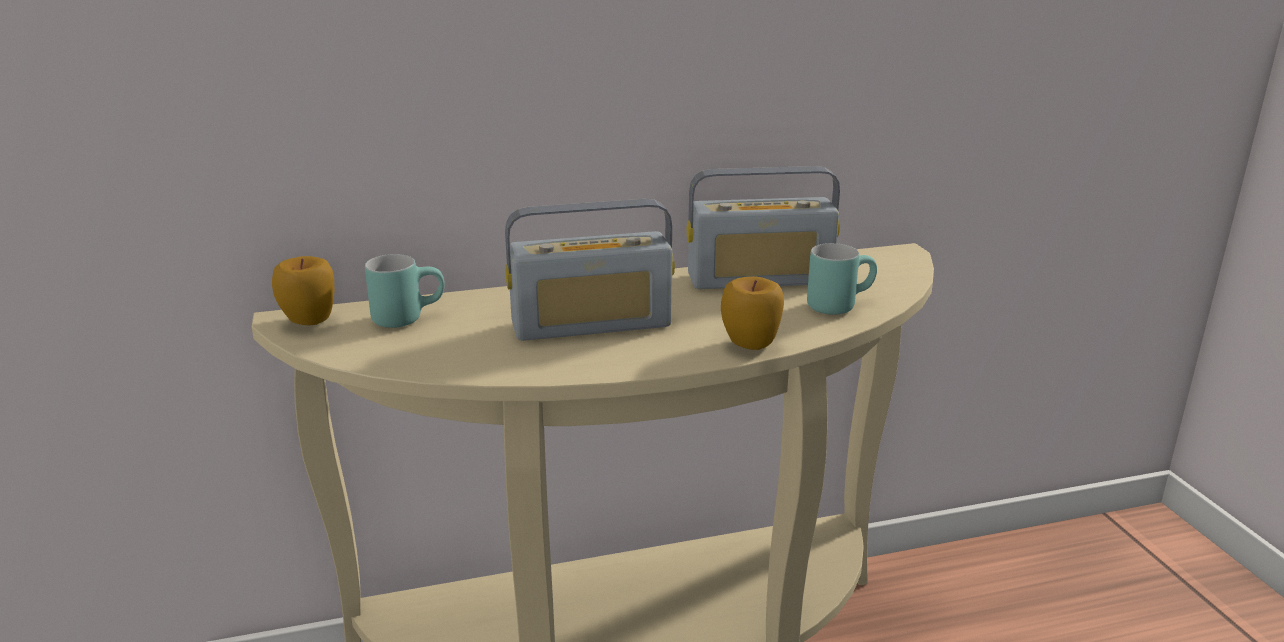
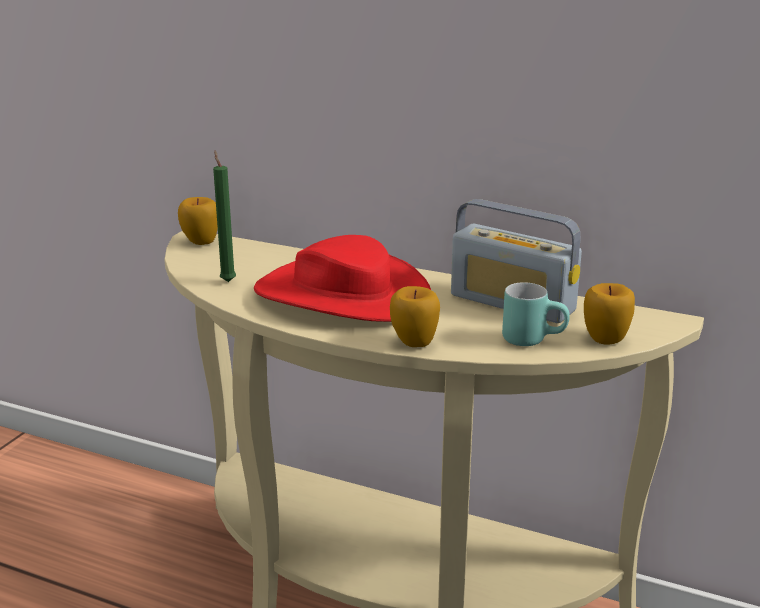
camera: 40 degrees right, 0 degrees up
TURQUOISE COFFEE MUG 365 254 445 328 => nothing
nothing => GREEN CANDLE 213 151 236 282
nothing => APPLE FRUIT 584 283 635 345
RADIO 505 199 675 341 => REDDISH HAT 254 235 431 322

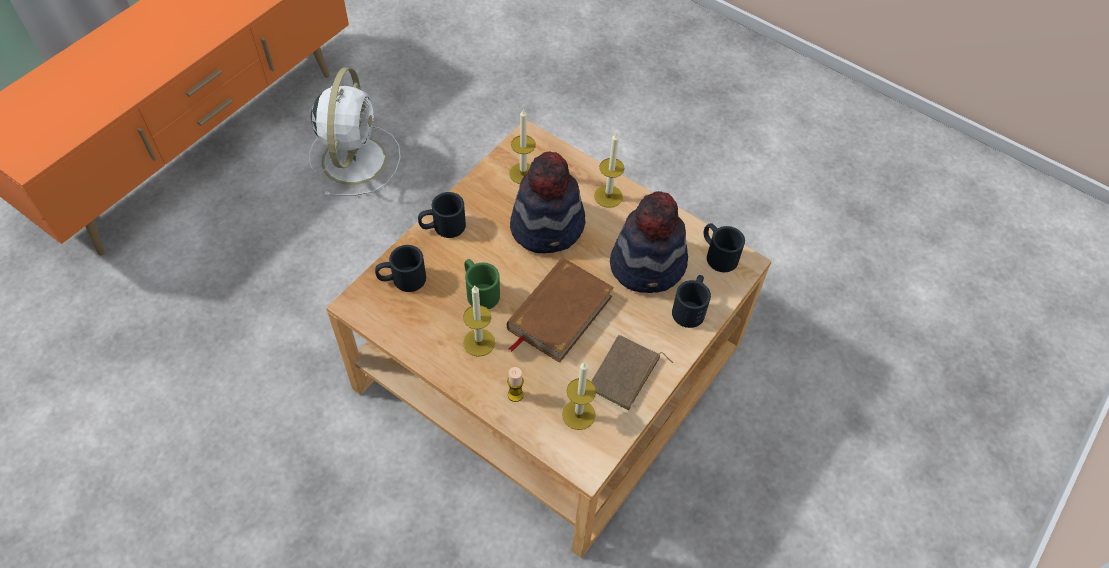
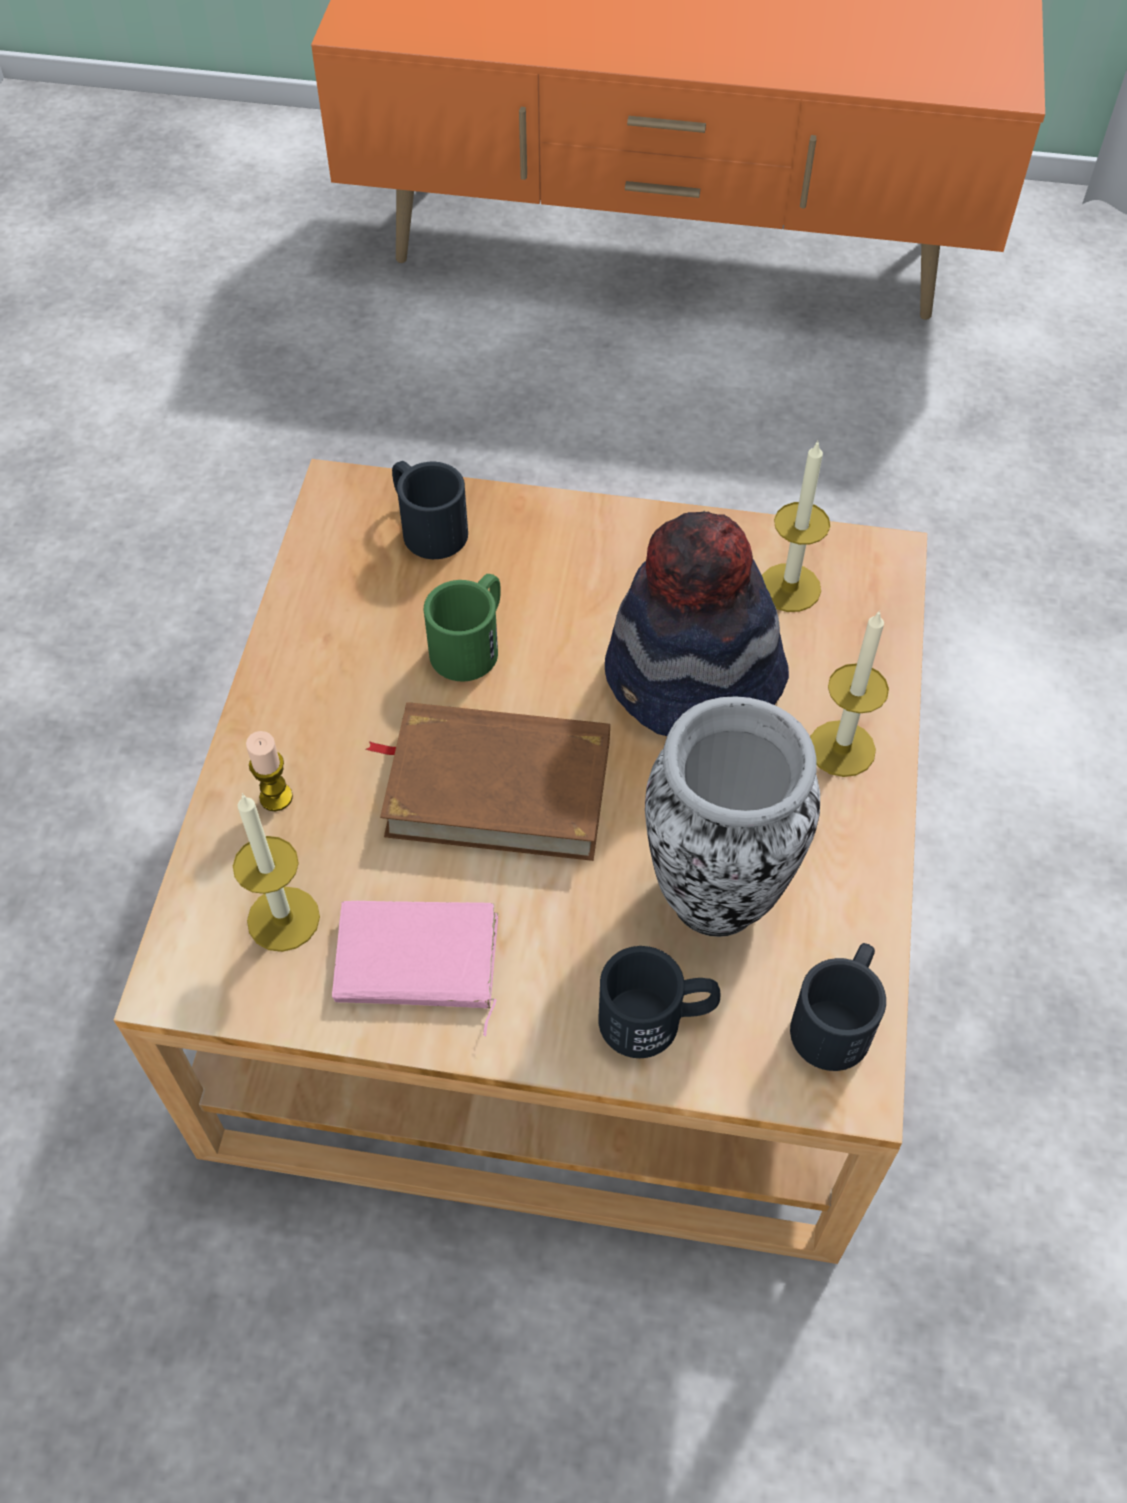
camera: 65 degrees right, 0 degrees up
WHITISH FAN 309 67 401 196 => nothing
BLACKISH COFFEE MUG 418 192 466 238 => nothing
CANDLE 463 286 495 357 => nothing
HAT 610 191 688 293 => VASE 645 696 820 937
BROWNISH BOUND BOOK 591 335 674 410 => PINKISH BOUND BOOK 332 901 498 1036

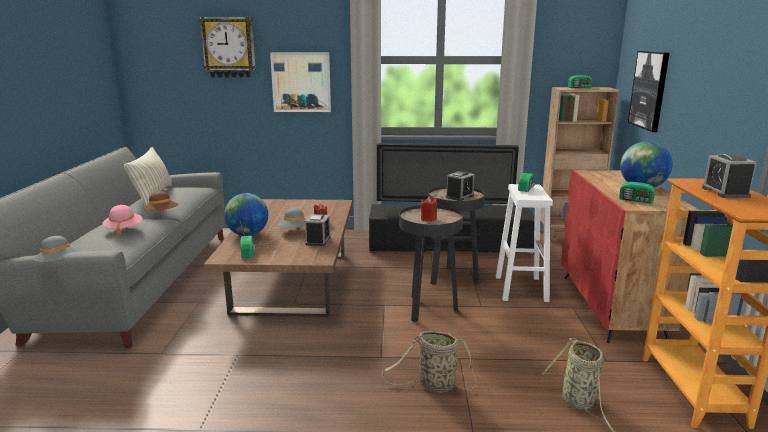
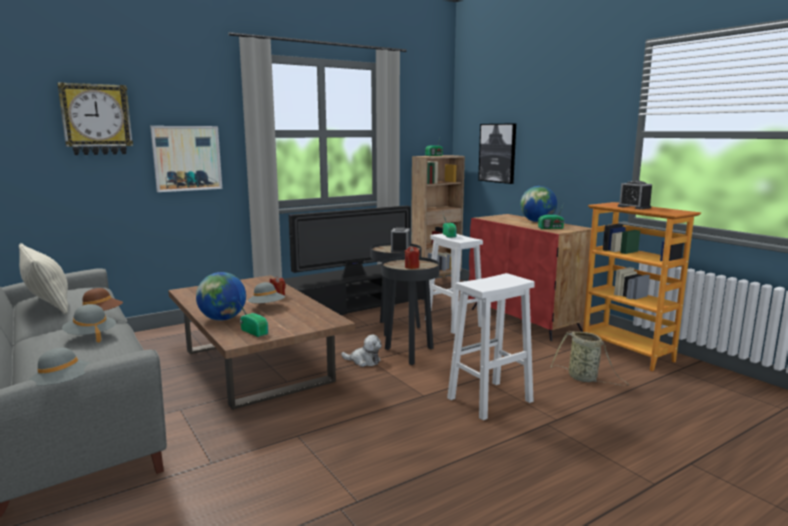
camera: 35 degrees left, 5 degrees down
TABLE CLOCK 305 214 331 246 => nothing
nothing => CUDDLY TOY 341 335 382 367
HOUSEHOLD BASKET 382 331 476 393 => WHITISH SITTING STOOL 447 273 535 420
PINKISH HAT 102 205 142 236 => GRAY HAT 62 304 116 342

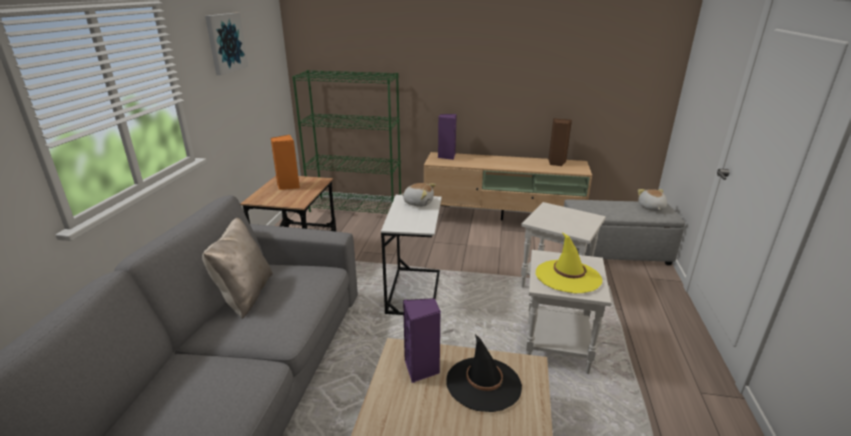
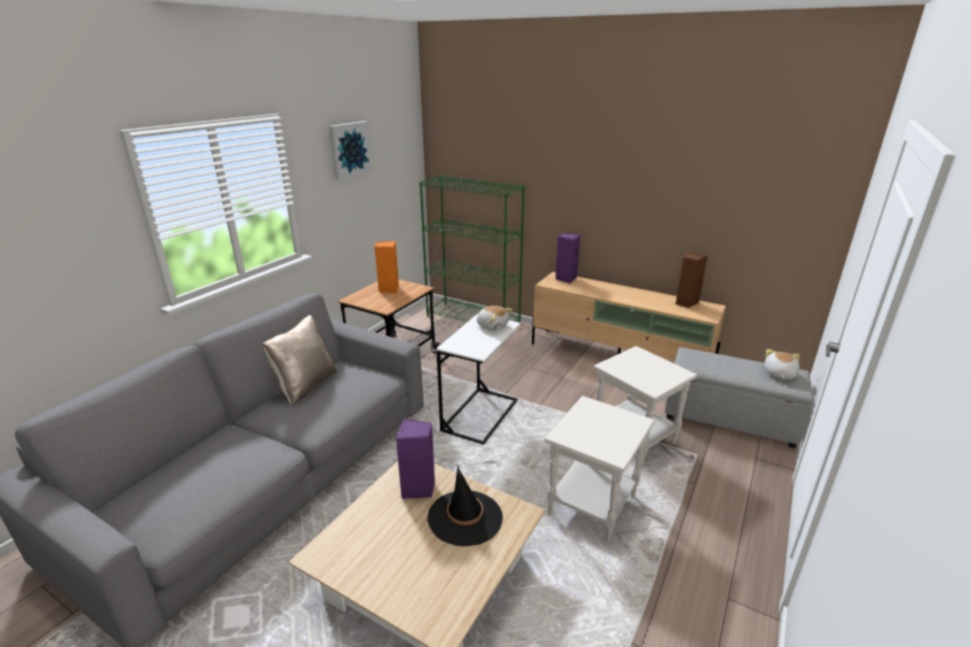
camera: 20 degrees right, 0 degrees up
YELLOW HAT 536 233 602 293 => nothing

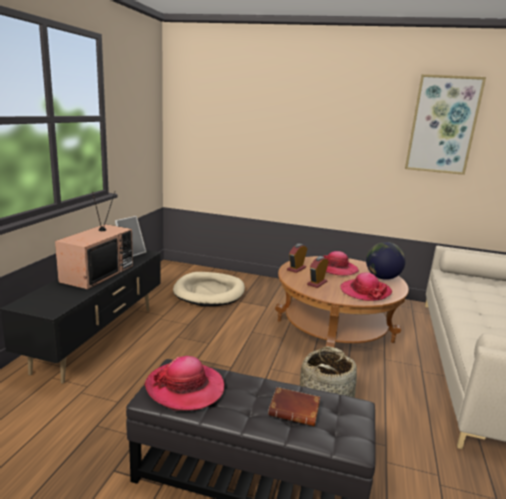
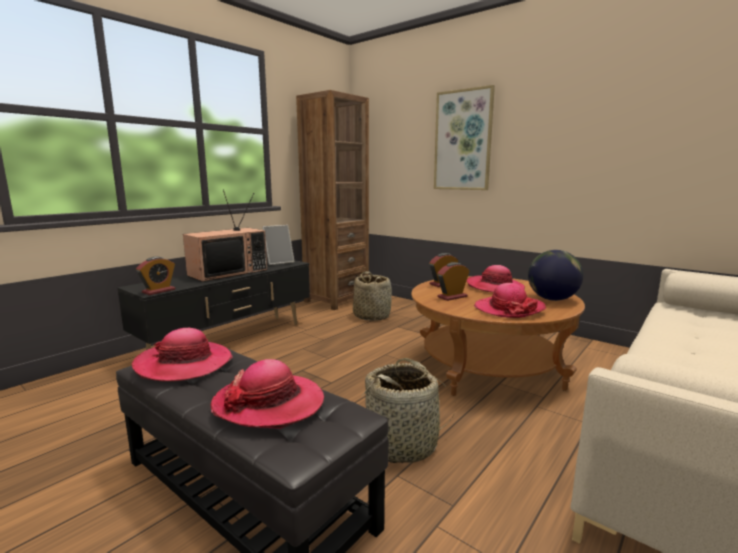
camera: 25 degrees right, 5 degrees down
nothing => TABLE CLOCK 136 257 175 295
nothing => BROWNISH BOOKCASE 296 90 369 310
WALL ART 405 74 486 175 => WALL ART 434 85 495 190, shifted
SAND-COLOURED DOG BED 173 272 245 307 => HOUSEHOLD BASKET 353 271 392 321
BROWNISH BOUND BOOK 268 387 320 426 => HAT 211 359 324 429

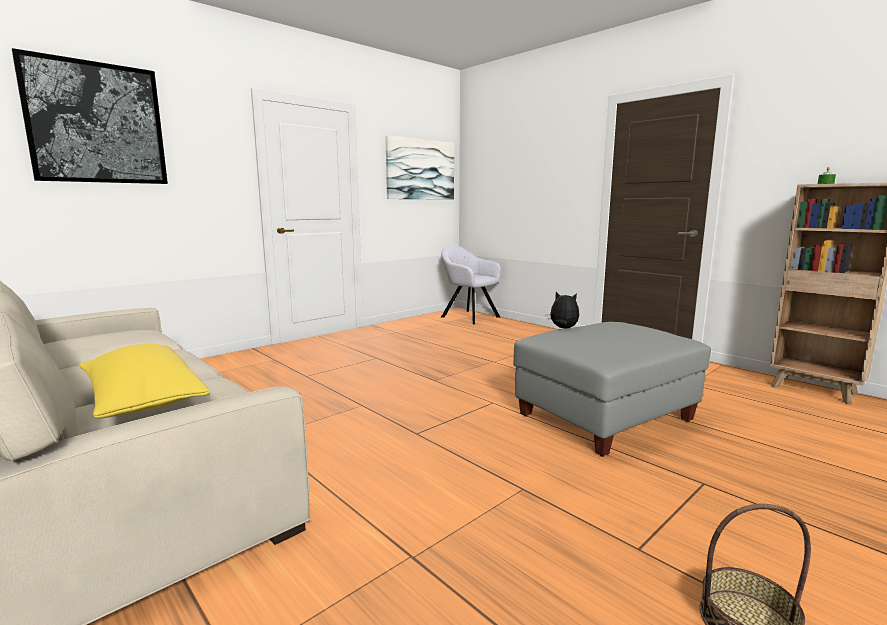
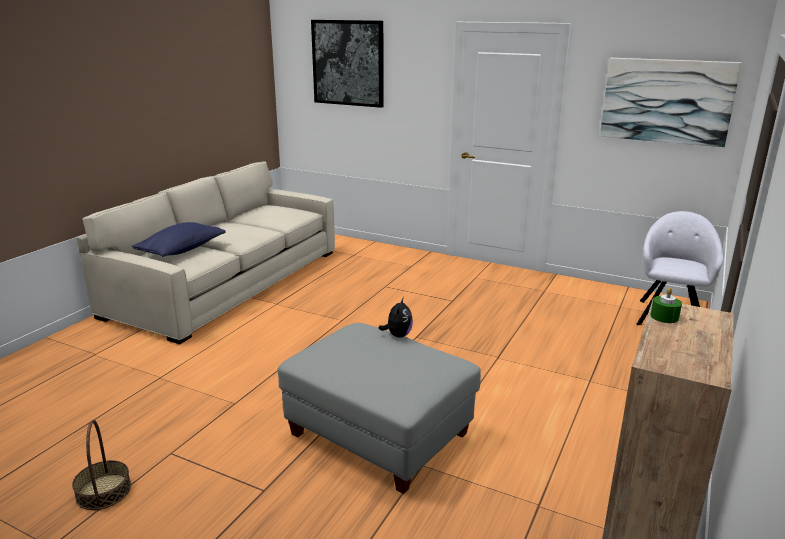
camera: 70 degrees right, 10 degrees up
YELLOW PILLOW 80 343 210 418 => BLUE-COLOURED PILLOW 132 222 226 257

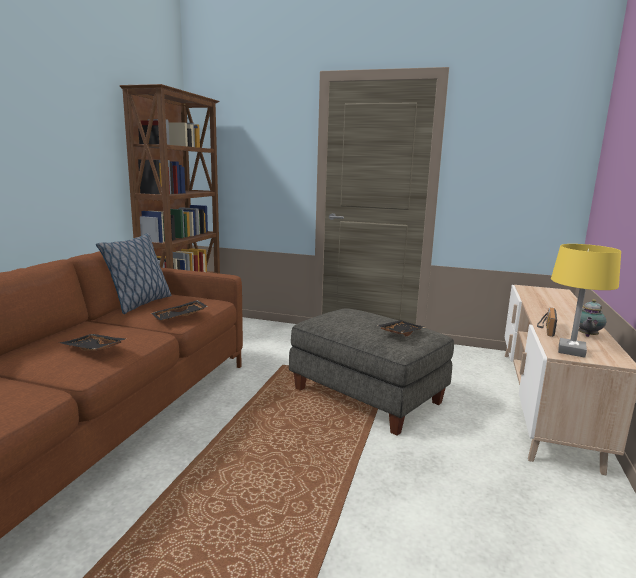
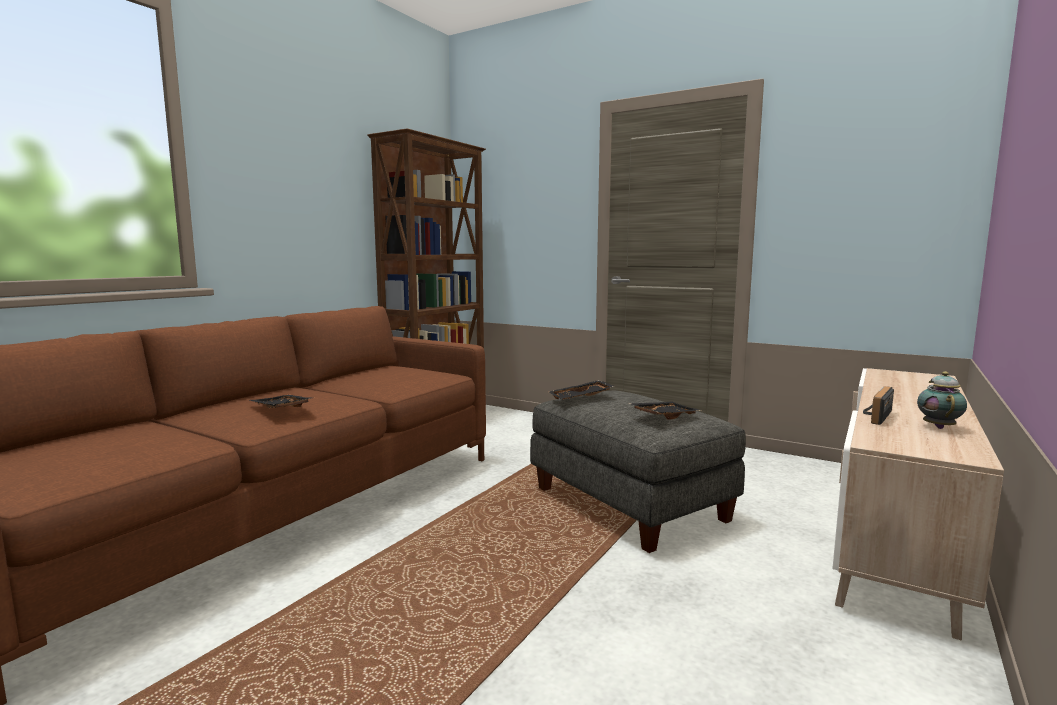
camera: 15 degrees right, 5 degrees down
PILLOW 96 233 171 314 => nothing
YELLOW TABLE LAMP 551 244 621 358 => nothing
BLACKISH CARRYING TRAY 151 300 208 321 => BLACKISH CARRYING TRAY 549 380 614 400, shifted
POT FOR TEA 578 299 606 337 => POT FOR TEA 917 371 967 429, 150 degrees clockwise

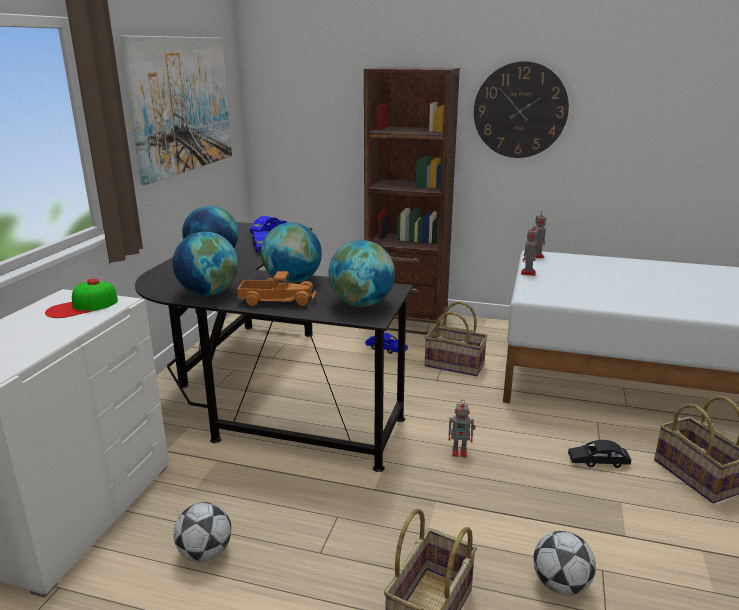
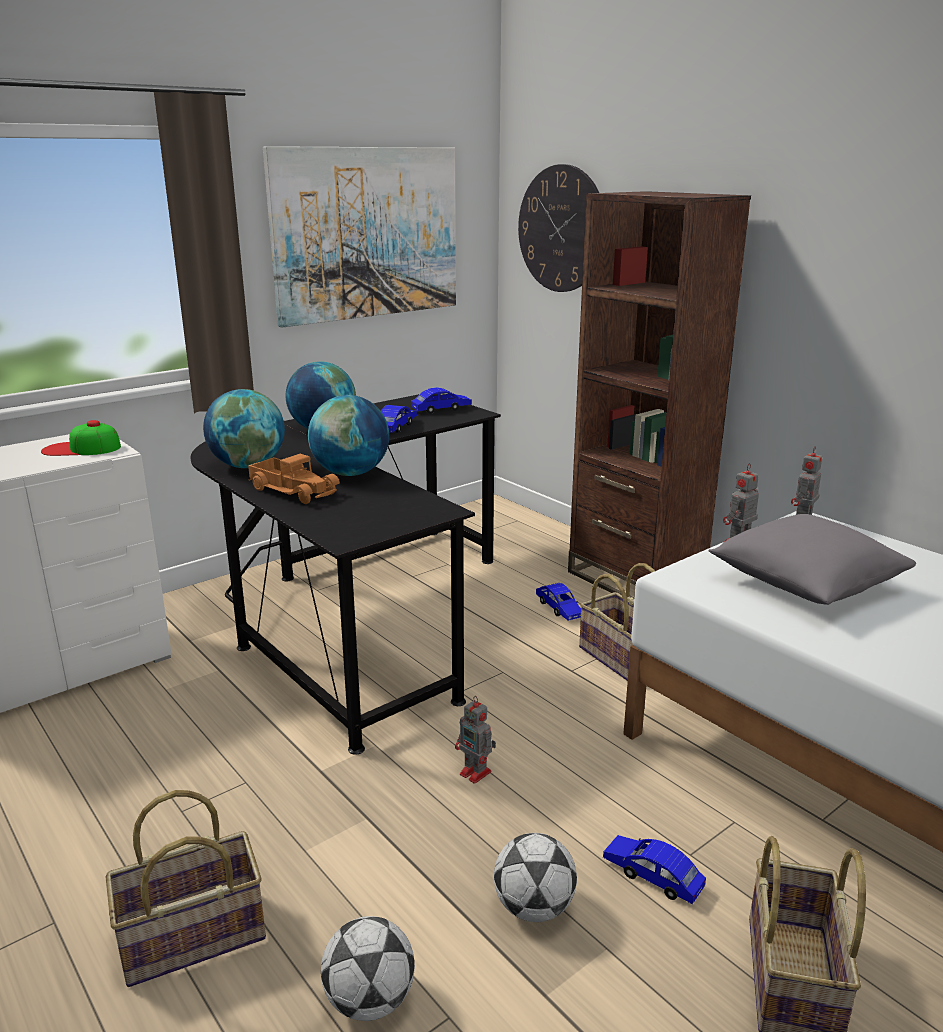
camera: 35 degrees right, 0 degrees up
WORLD GLOBE 328 240 395 307 => nothing
nothing => GRAY PILLOW 709 514 916 605
FOOTBALL 174 502 232 562 => FOOTBALL 494 833 577 922, shifted
CLOCK ON THE WALL 474 61 569 158 => CLOCK ON THE WALL 518 164 599 292, shifted
BLACKISH MODEL CAR 568 440 631 468 => BLUE-COLOURED MODEL CAR 603 835 706 904

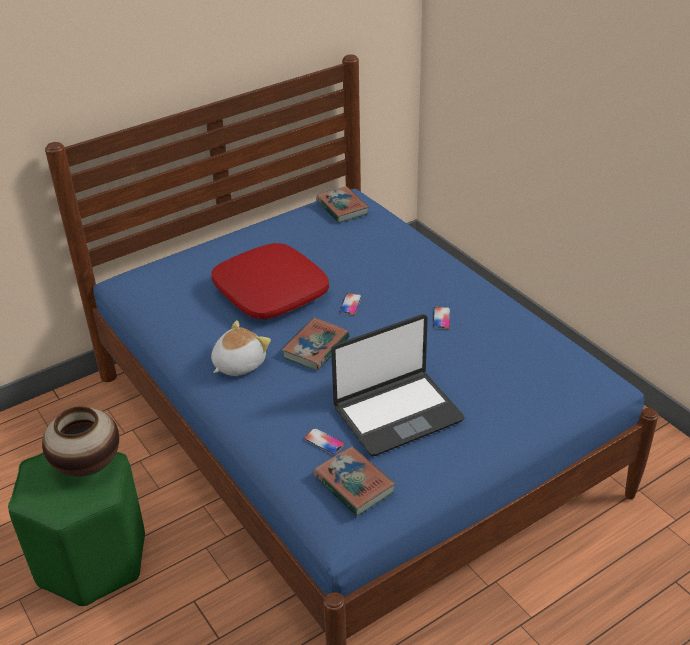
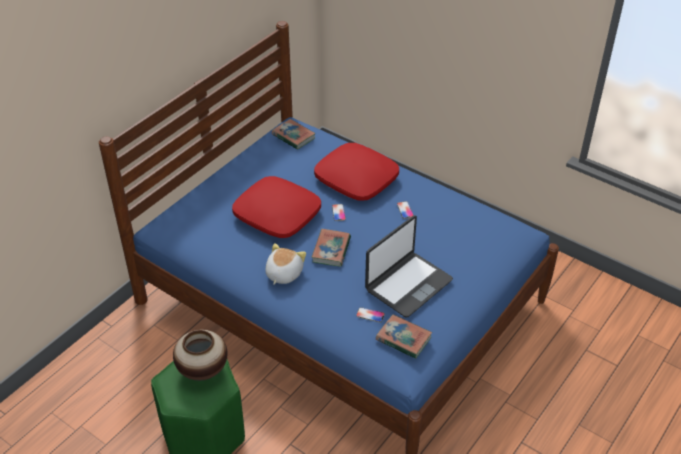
camera: 20 degrees left, 5 degrees up
nothing => REDDISH PILLOW 314 143 399 201

